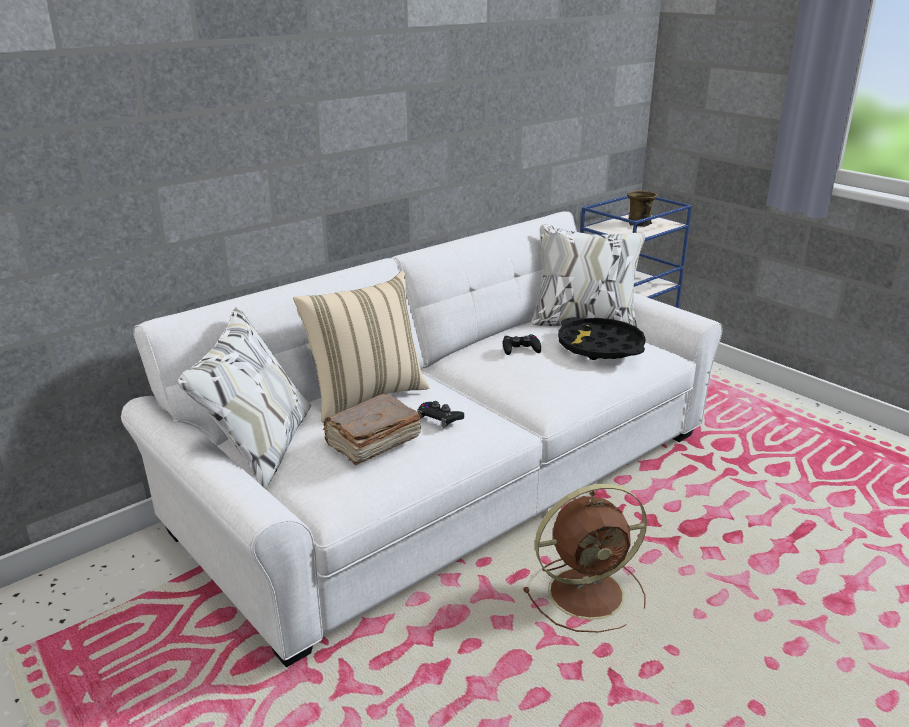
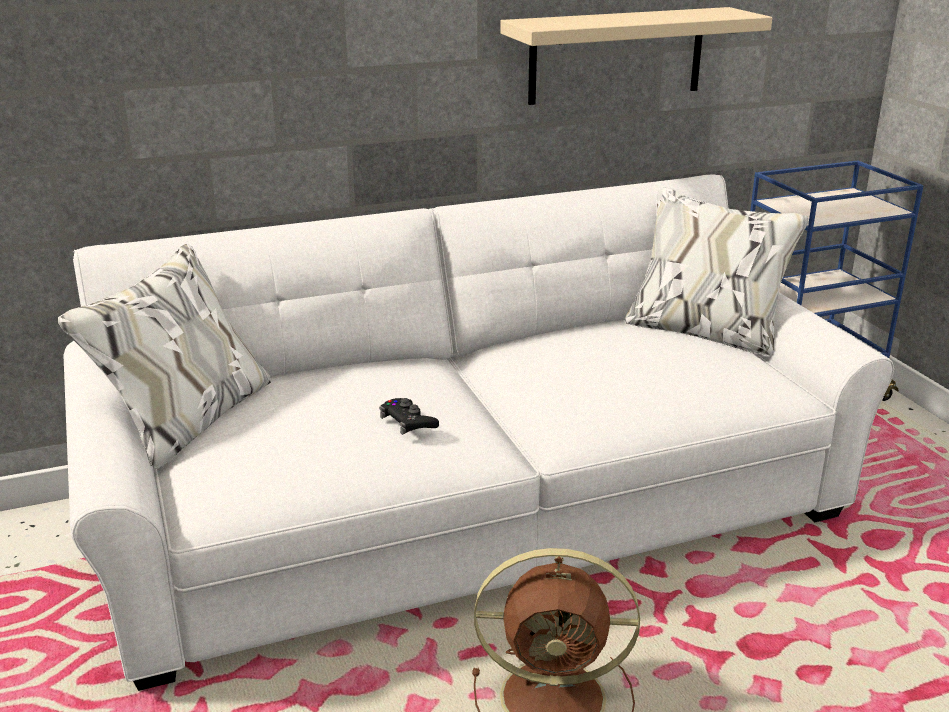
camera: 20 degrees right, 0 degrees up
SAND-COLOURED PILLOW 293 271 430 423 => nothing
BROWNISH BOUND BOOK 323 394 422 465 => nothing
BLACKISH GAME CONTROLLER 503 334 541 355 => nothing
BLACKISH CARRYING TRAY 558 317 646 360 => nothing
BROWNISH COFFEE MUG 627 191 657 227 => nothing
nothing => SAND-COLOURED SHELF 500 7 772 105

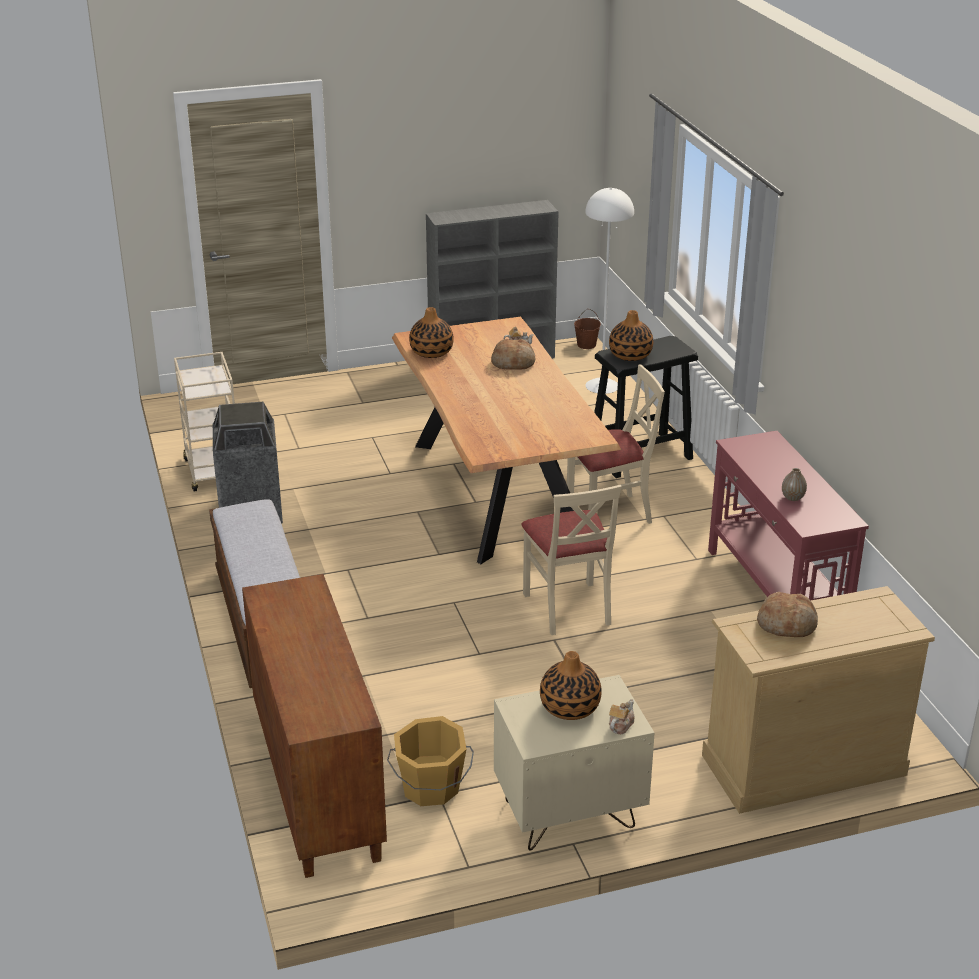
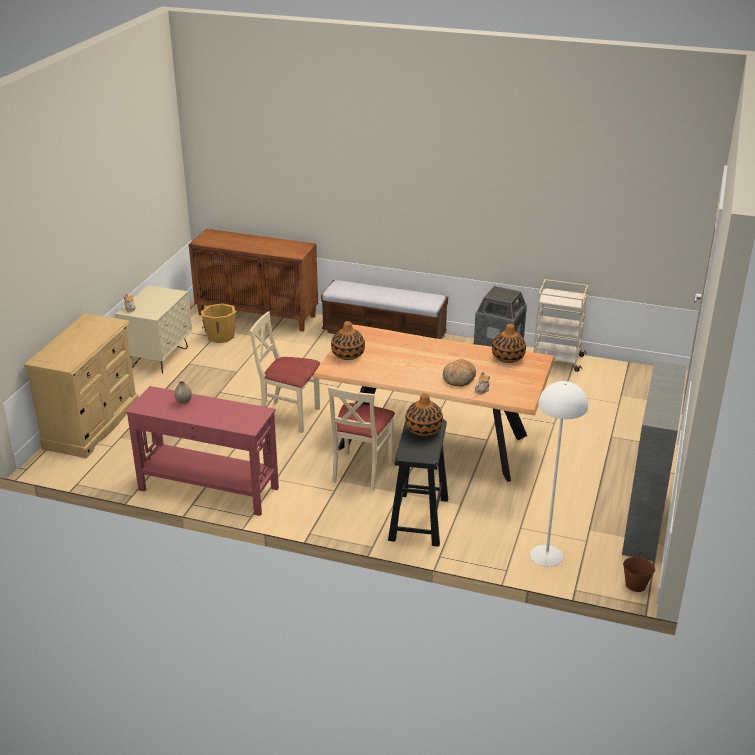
camera: 125 degrees right, 0 degrees up
BAKED BREAD 757 592 818 637 => nothing
VASE 540 651 602 720 => VASE 331 321 365 360, shifted

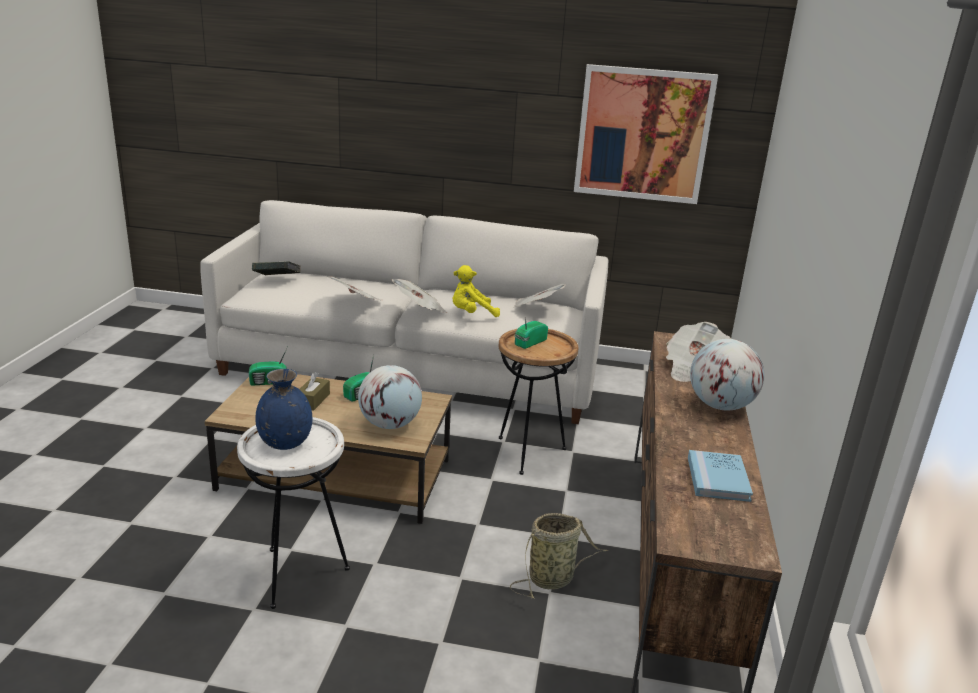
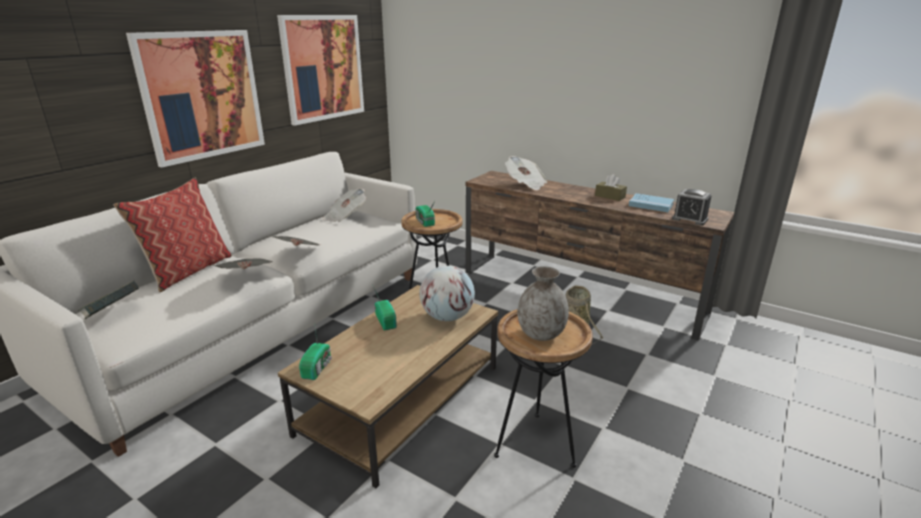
camera: 65 degrees left, 0 degrees up
YELLOW CUDDLY TOY 453 265 500 317 => nothing
WORLD GLOBE 690 339 764 411 => nothing
nothing => PILLOW 113 177 232 293
nothing => WALL ART 126 30 265 167
nothing => TABLE CLOCK 672 189 711 226
BROWNISH TISSUE BOX 299 372 330 411 => BROWNISH TISSUE BOX 595 174 627 201, shifted
WHITISH ACCENT TABLE 237 417 350 609 => BROWNISH ACCENT TABLE 494 309 593 468
BLUE-COLOURED VASE 255 369 312 450 => GRAY VASE 517 266 569 341

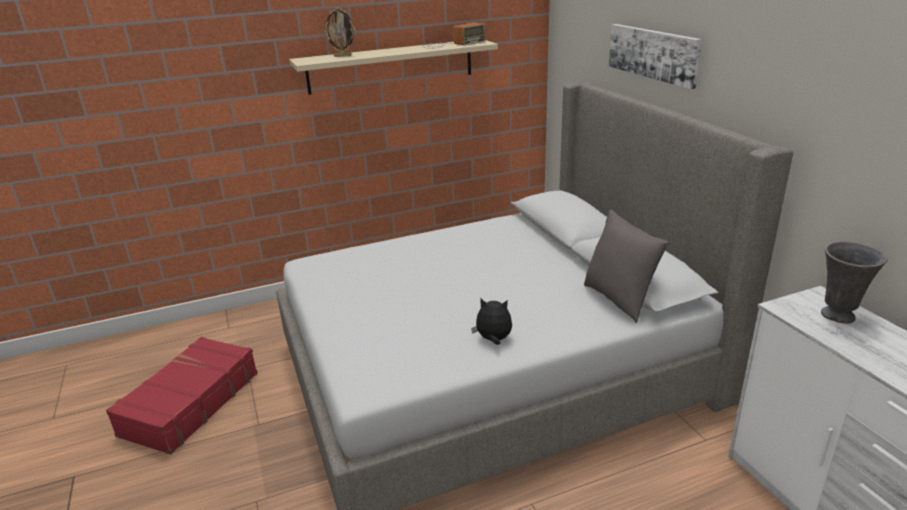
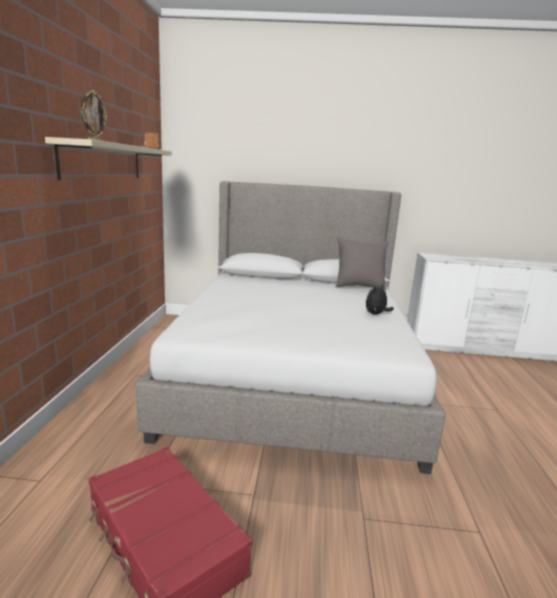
camera: 65 degrees left, 10 degrees down
WALL ART 609 24 702 89 => nothing
GRAY VASE 821 241 888 324 => nothing

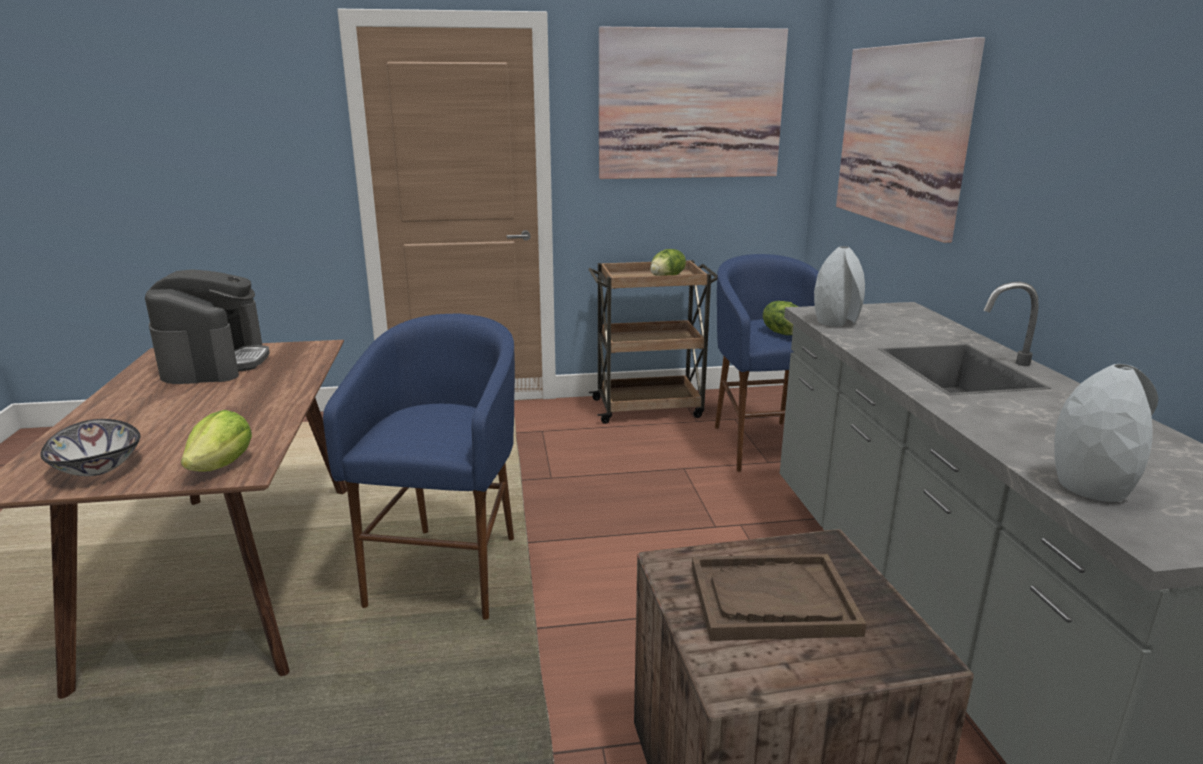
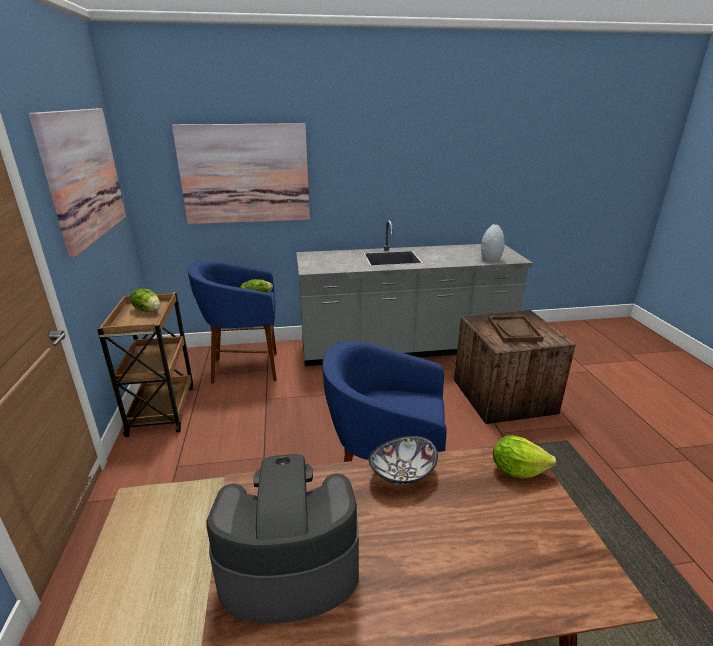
camera: 90 degrees left, 5 degrees up
GRAY VASE 814 246 865 326 => nothing
DEEP DISH 40 419 140 476 => DEEP DISH 368 436 438 485, shifted

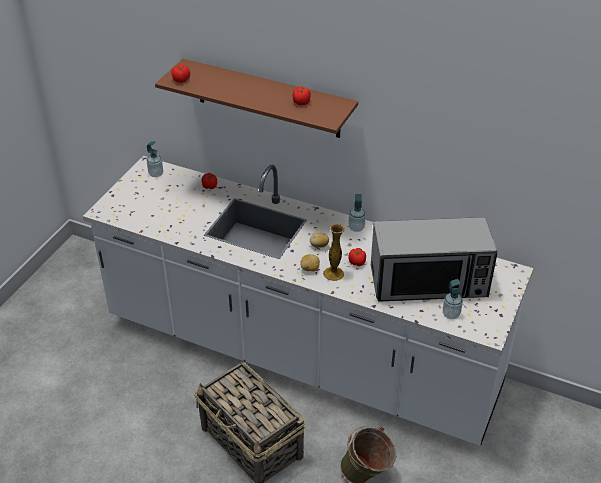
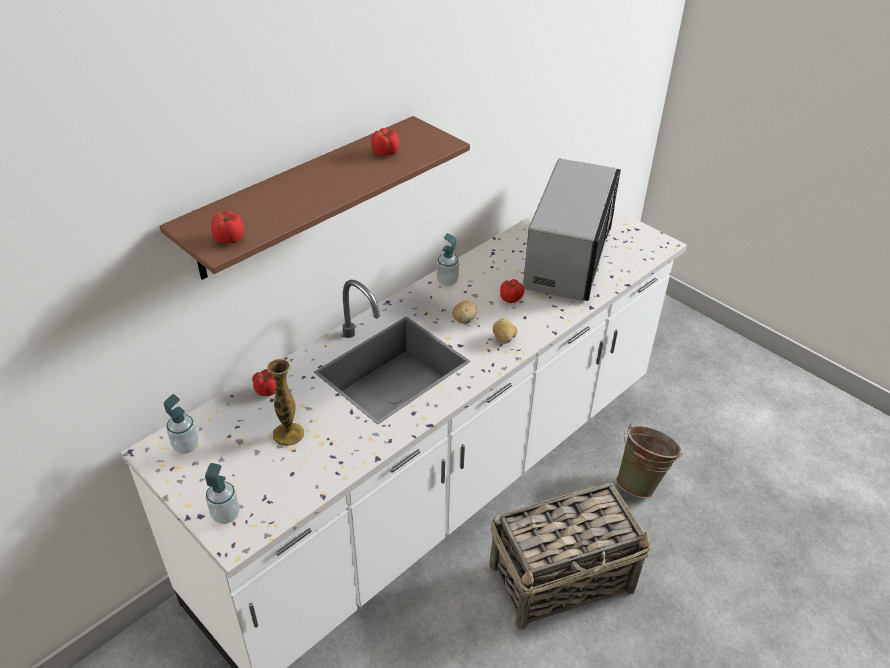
camera: 70 degrees left, 0 degrees up
VASE 323 224 345 281 => VASE 267 359 304 446, shifted
LIQUID SOAP BOTTLE 443 279 463 319 => LIQUID SOAP BOTTLE 205 463 240 524, shifted

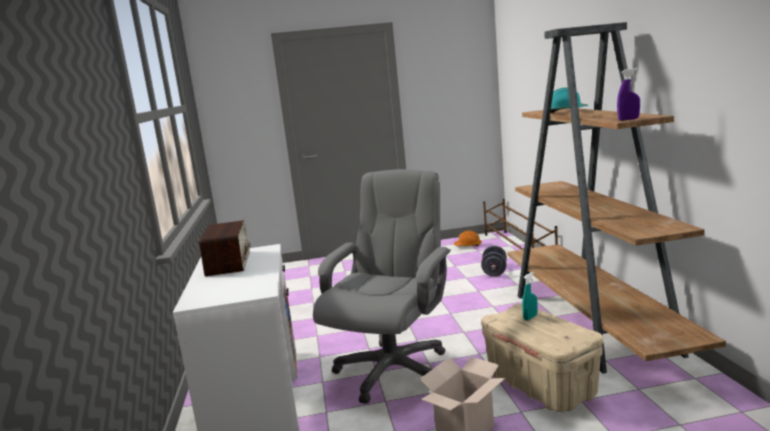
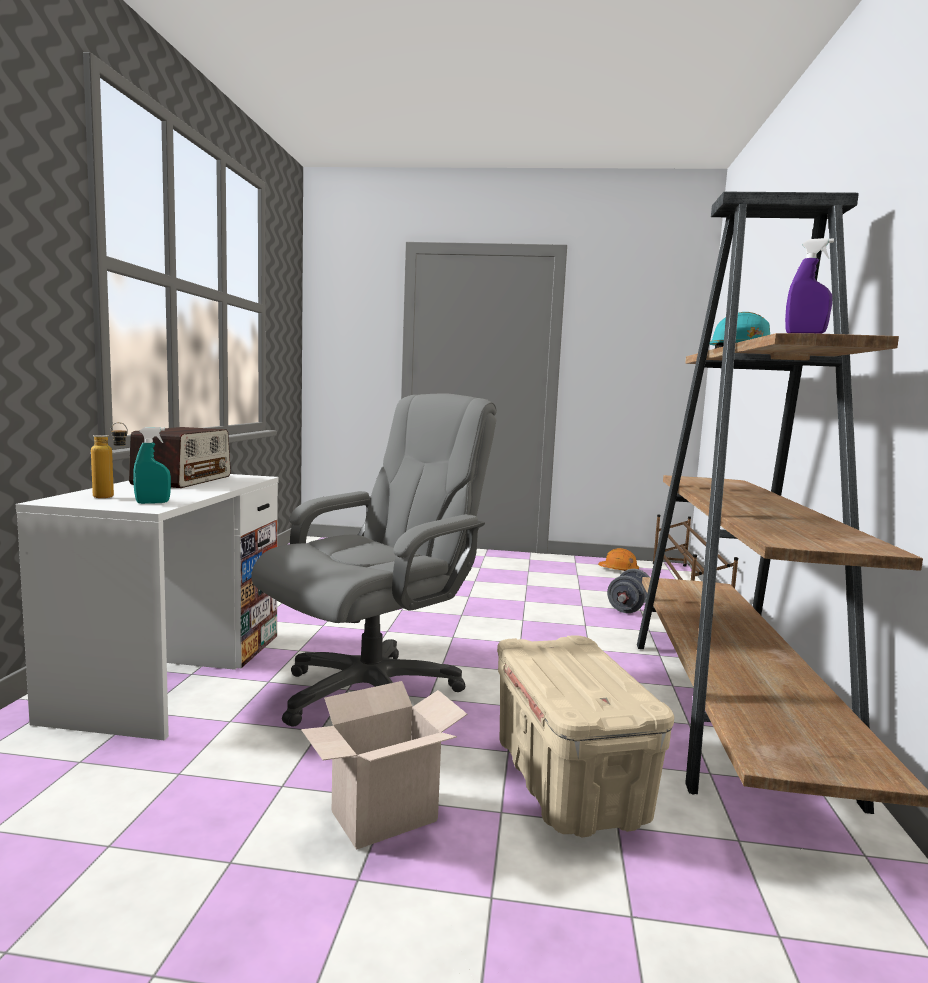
camera: 15 degrees right, 5 degrees down
nothing => BEVERAGE BOTTLE 91 422 128 498
TURQUOISE HAND SPRAYER 522 272 538 320 => TURQUOISE HAND SPRAYER 133 427 171 504, shifted

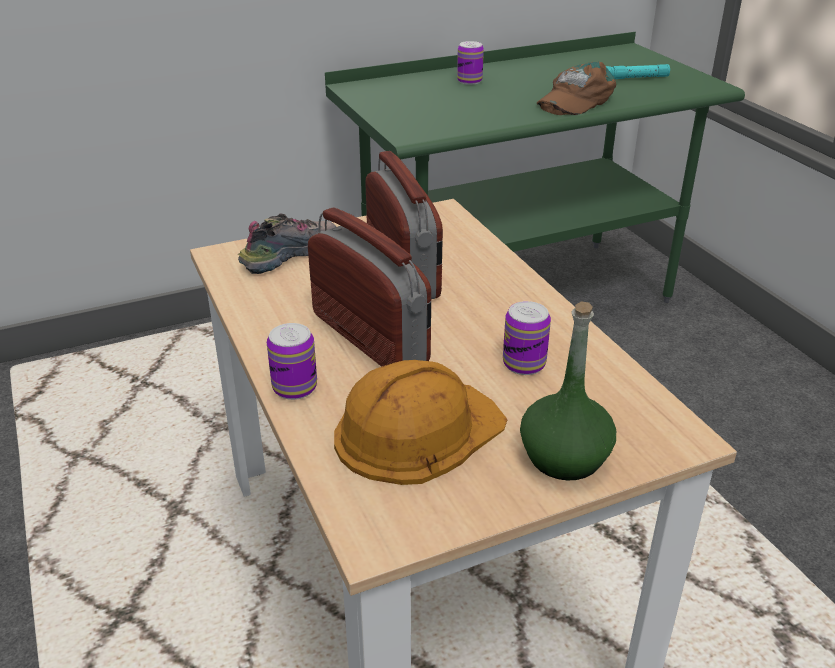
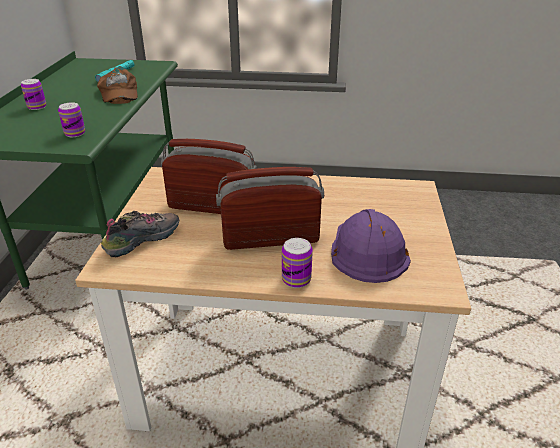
camera: 60 degrees left, 0 degrees up
GREEN BEVERAGE BOTTLE 520 301 616 480 => nothing
CAN 503 301 551 375 => CAN 58 102 85 137, shifted
ORANGE-COLOURED WORK HELMET 334 360 507 485 => PURPLE WORK HELMET 331 209 411 283
ITEM OF FOOTWEAR 238 214 336 274 => ITEM OF FOOTWEAR 100 211 179 257, 60 degrees clockwise

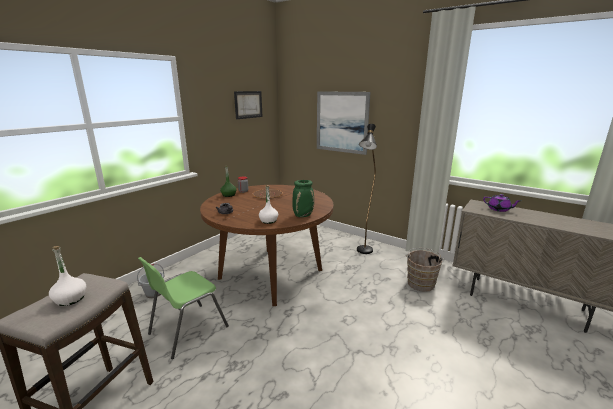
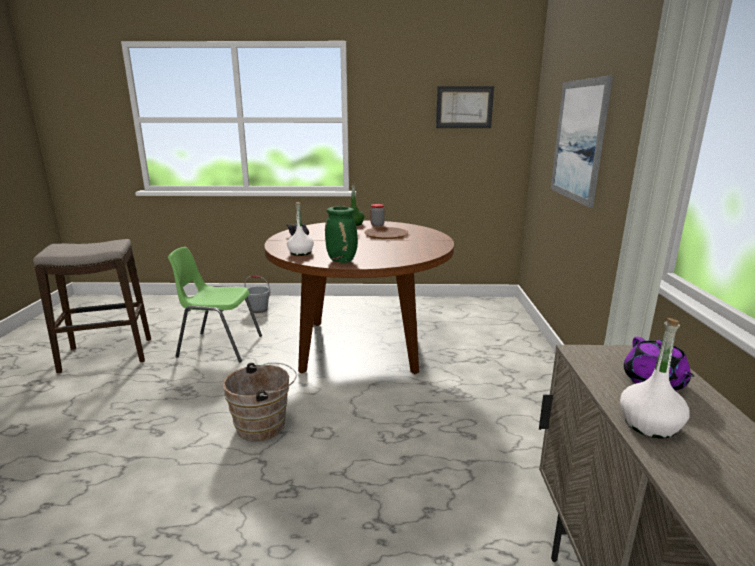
camera: 55 degrees right, 0 degrees up
BLACKISH STANDARD LAMP 357 124 377 254 => nothing
WHITISH BEVERAGE BOTTLE 49 246 86 306 => WHITISH BEVERAGE BOTTLE 620 318 690 438, shifted
BROWNISH WATER BUCKET 406 248 444 292 => BROWNISH WATER BUCKET 222 362 297 441, shifted

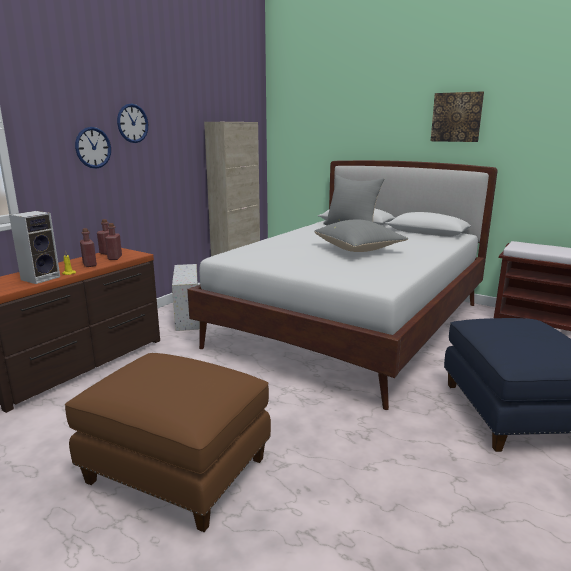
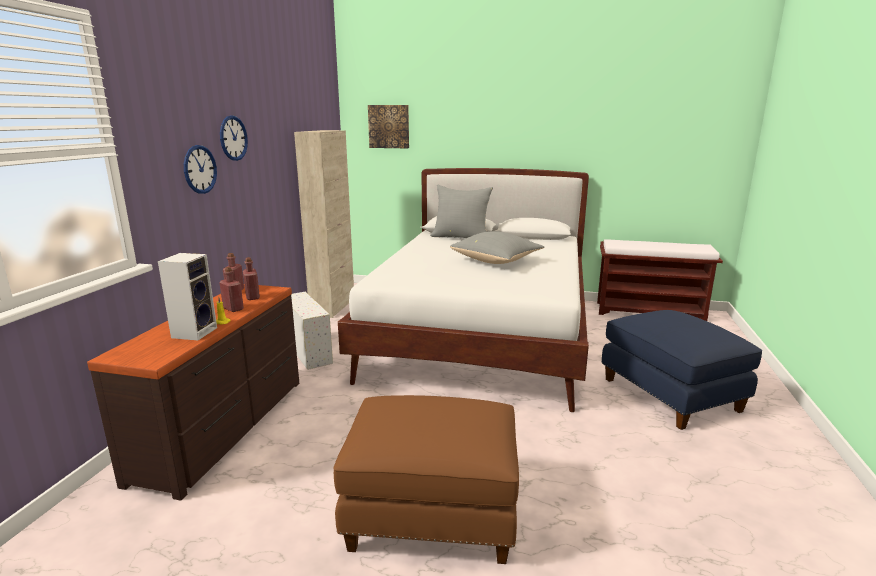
camera: 20 degrees left, 0 degrees up
WALL ART 431 91 484 142 => WALL ART 368 105 409 148, shifted

